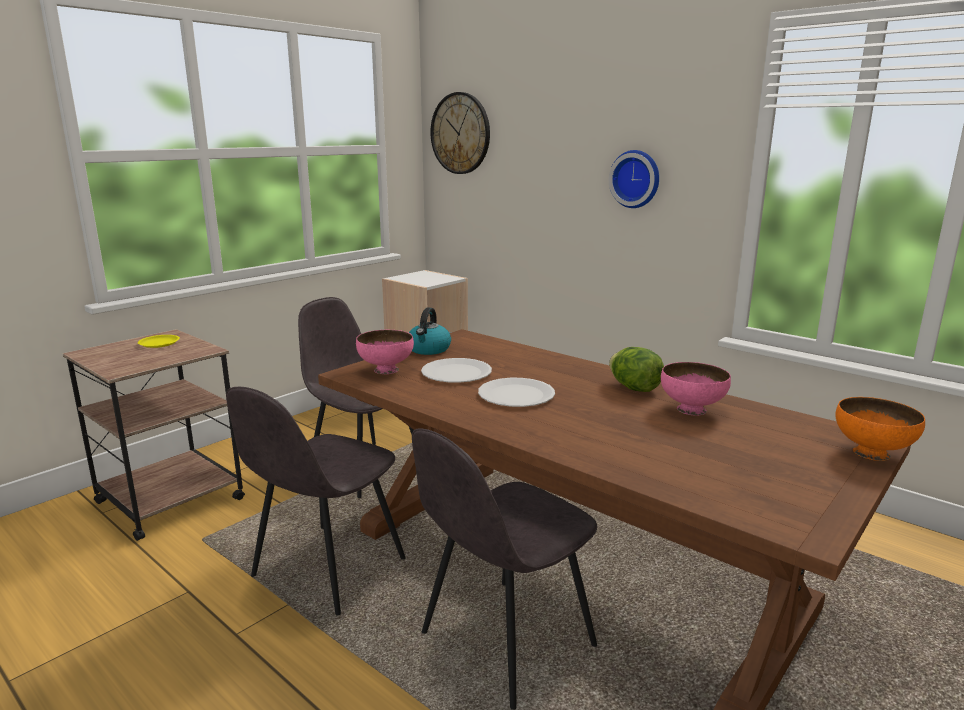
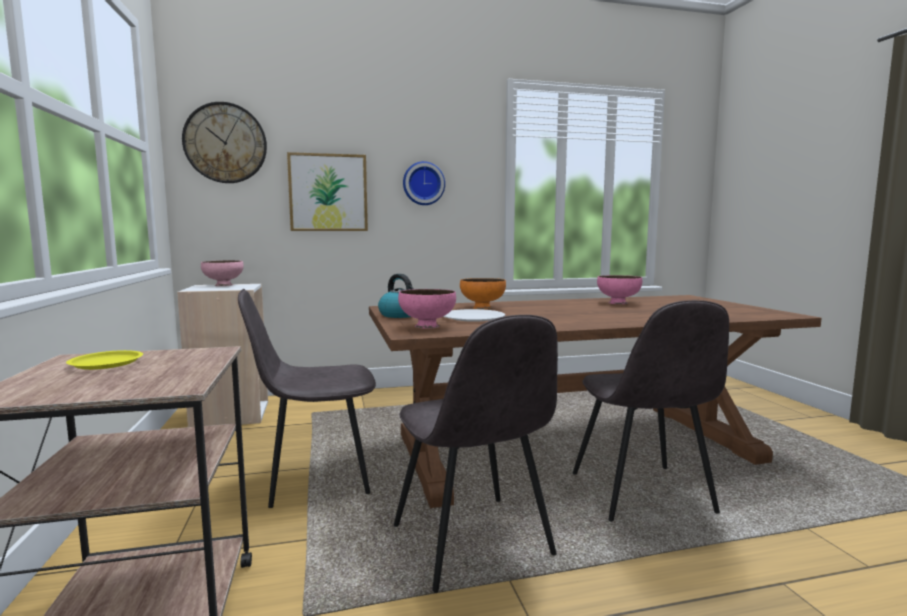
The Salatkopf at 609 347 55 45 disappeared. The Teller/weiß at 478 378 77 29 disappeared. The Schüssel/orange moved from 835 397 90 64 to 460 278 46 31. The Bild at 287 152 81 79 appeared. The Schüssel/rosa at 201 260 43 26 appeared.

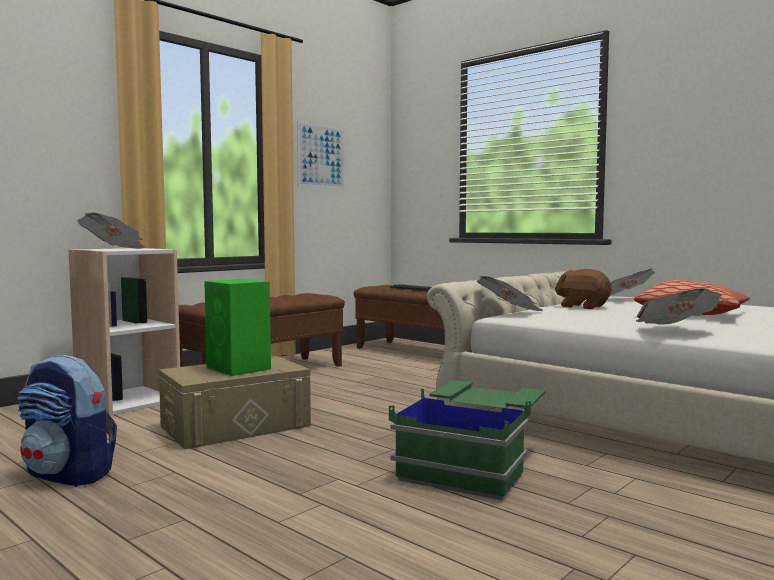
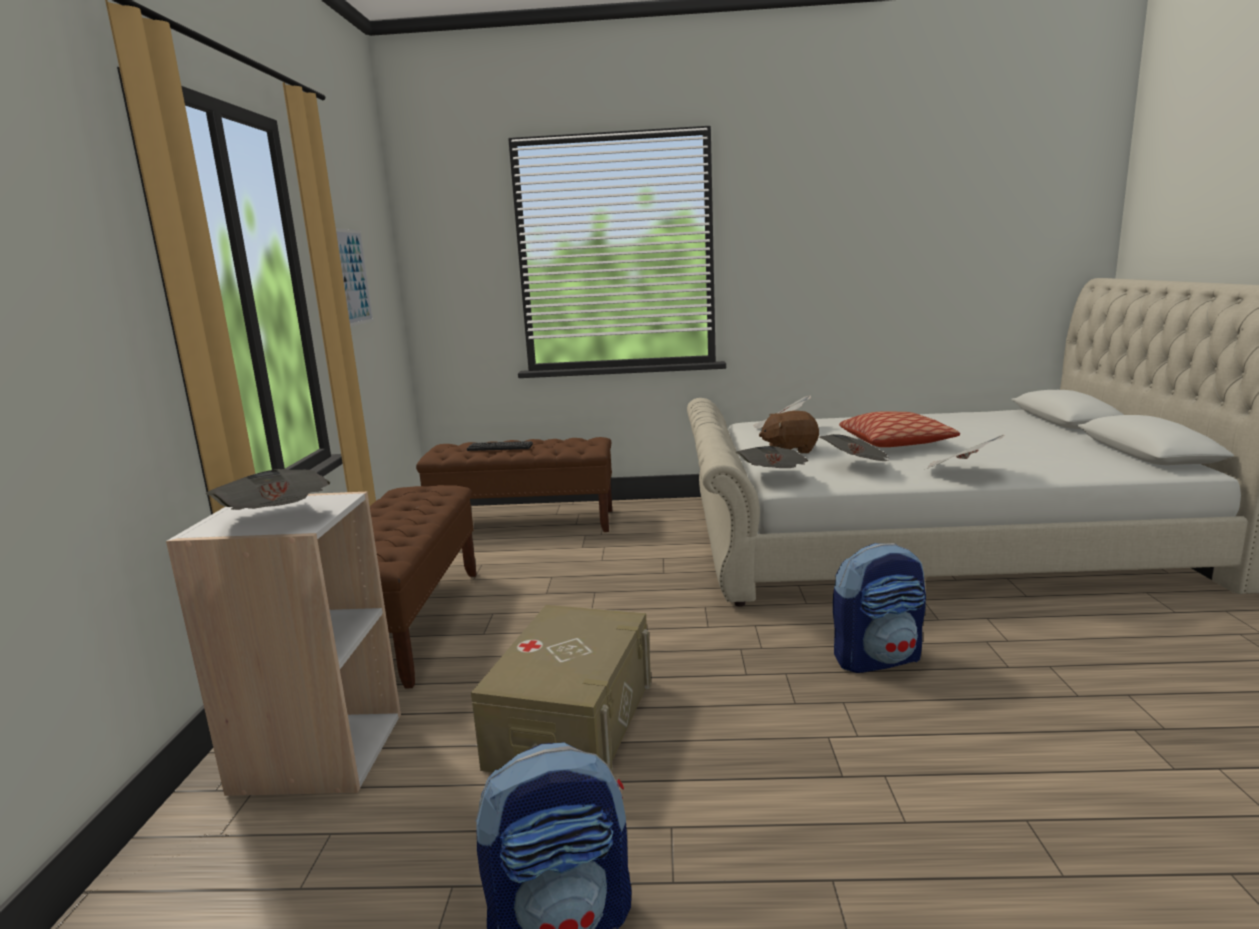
The Lautsprecher/grün at 204 279 67 97 disappeared. The Aufbewahrungsbox/grün at 389 380 156 120 was replaced by the Rucksack at 833 543 93 130. The Zeitung at 820 434 68 27 appeared.

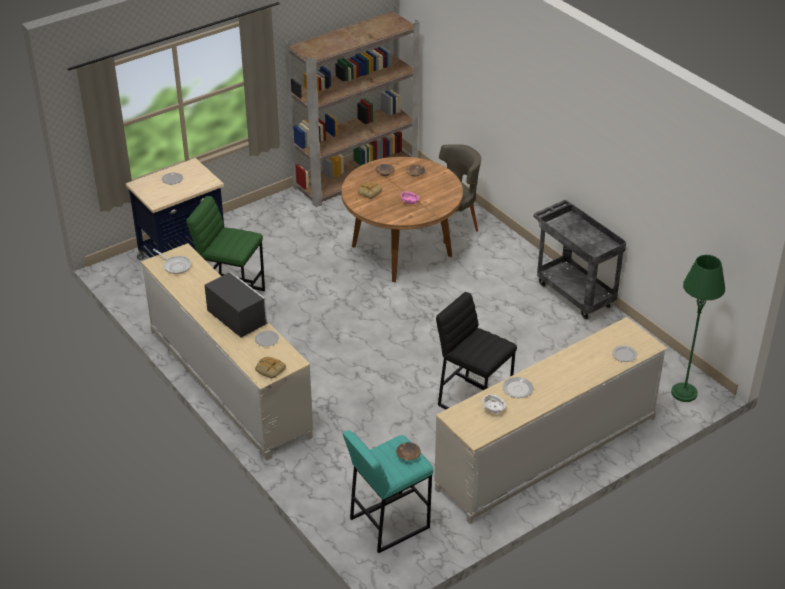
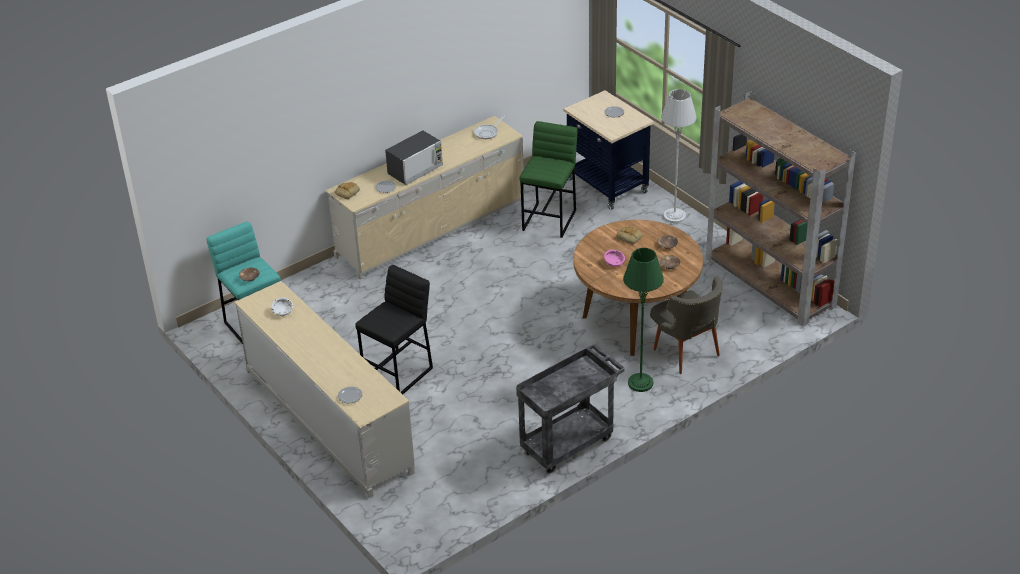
The Stehlampe/grün moved from 671 255 54 147 to 623 248 41 144. The Teller at 503 377 31 21 disappeared. The Stehlampe/grau at 661 89 36 134 appeared.

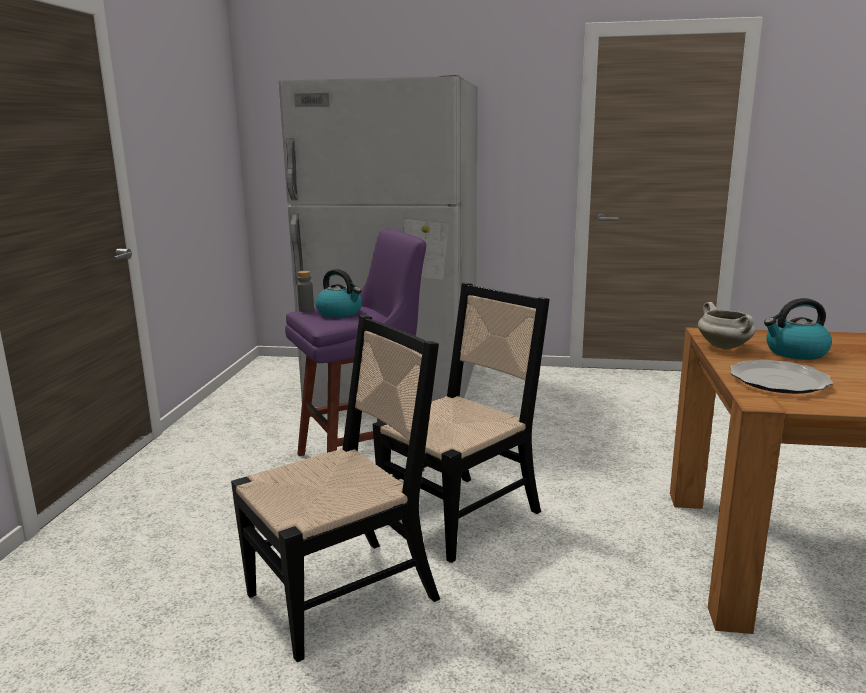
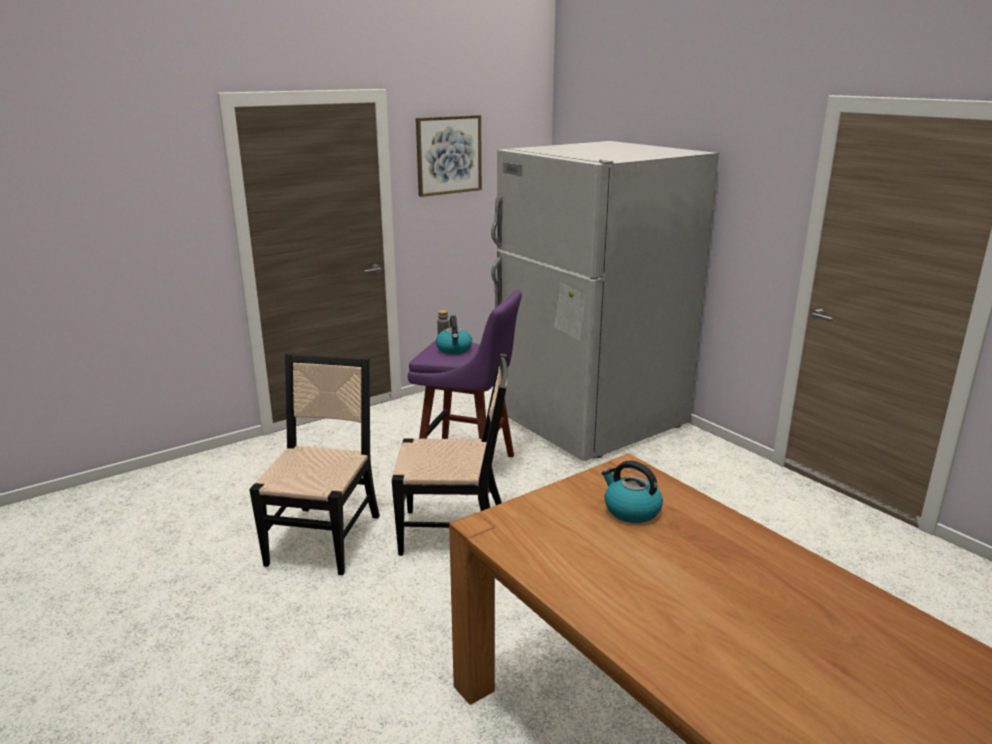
The Kochtopf/weiß at 698 302 57 47 disappeared. The Stuhl at 231 315 209 347 turned 90 degrees counterclockwise. The Teller at 730 359 103 35 disappeared. The Bild at 416 115 66 82 appeared.

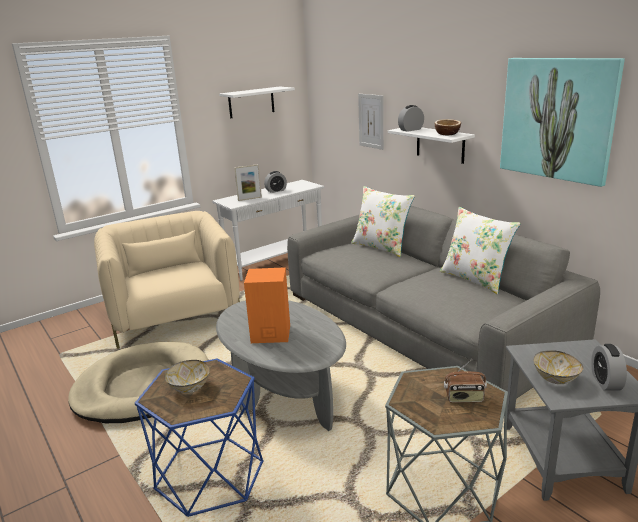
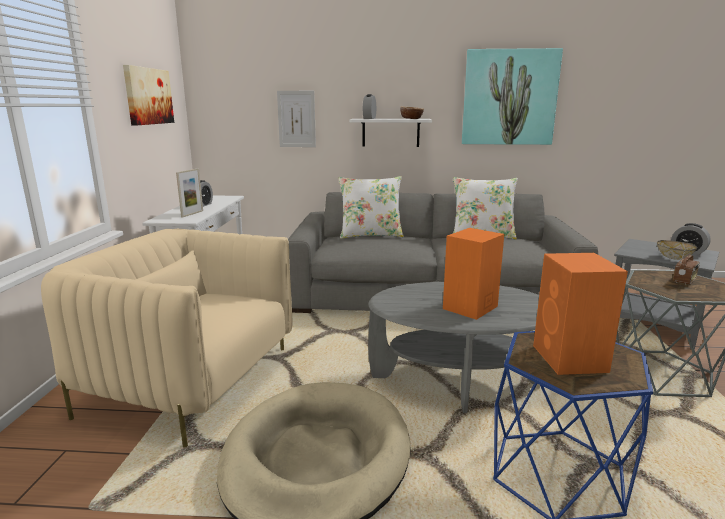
The Wandregal/weiß at 219 86 76 32 was replaced by the Bild at 123 65 51 61. The Schüssel at 164 360 46 33 was replaced by the Lautsprecher/orange at 533 253 95 122.

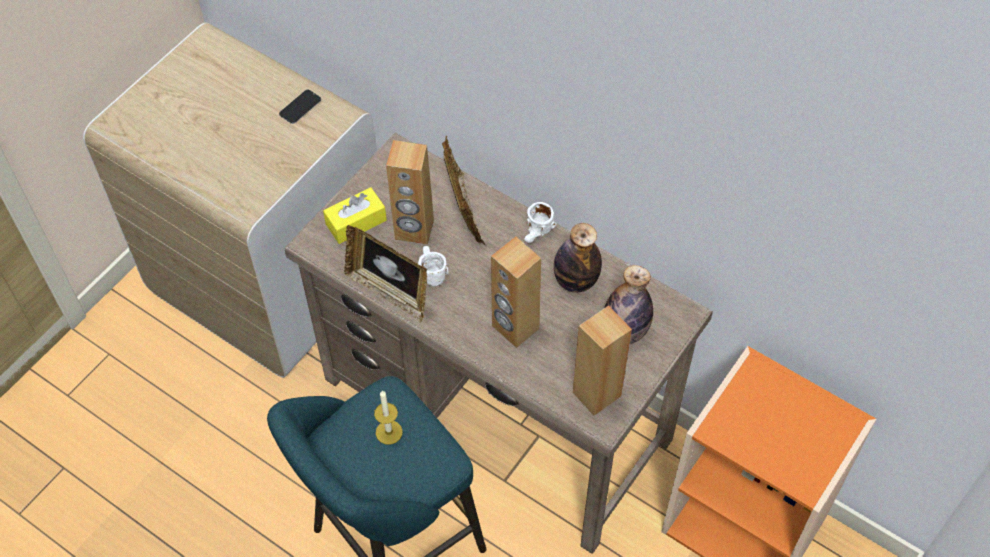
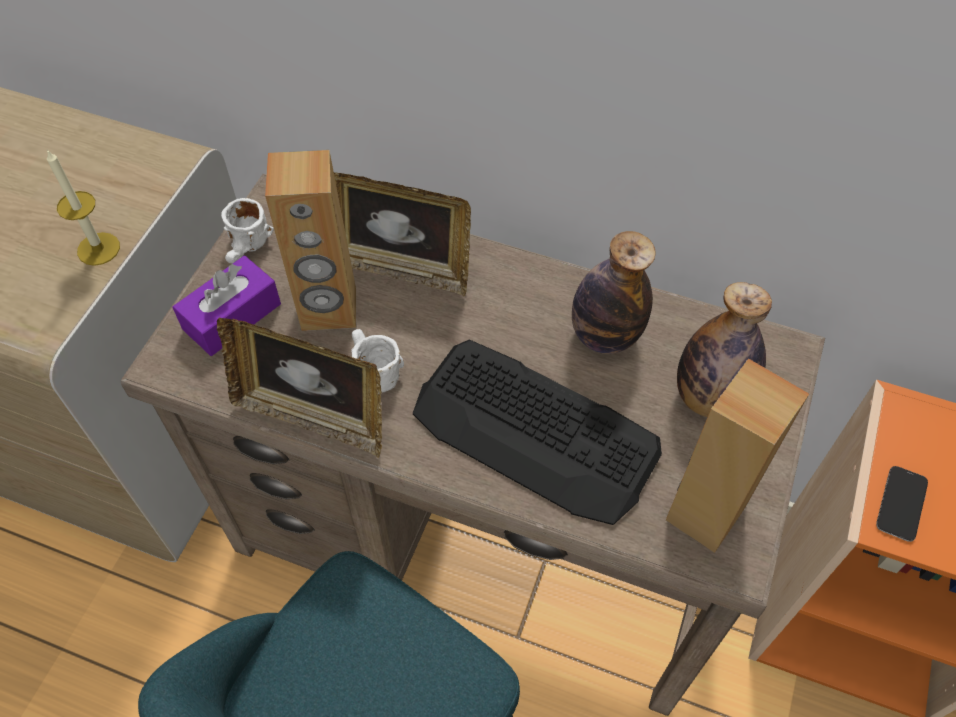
The Handy moved from 279 90 42 34 to 876 466 52 76. The Bilderrahmen at 442 136 43 109 turned 135 degrees clockwise. The Taschentuchbox/gelb at 323 187 64 57 became the Taschentuchbox/lila at 172 256 109 100. The Henkelbecher/weiß moved from 524 202 33 41 to 221 198 53 66. The Lautsprecher/braun at 491 237 50 111 was replaced by the Tastatur at 413 339 249 186. The Kerze moved from 374 390 29 55 to 47 149 73 117.

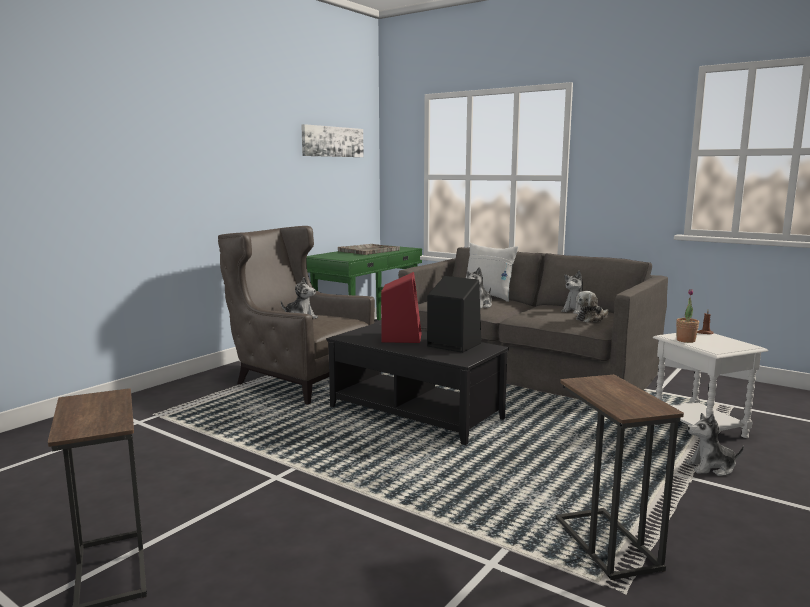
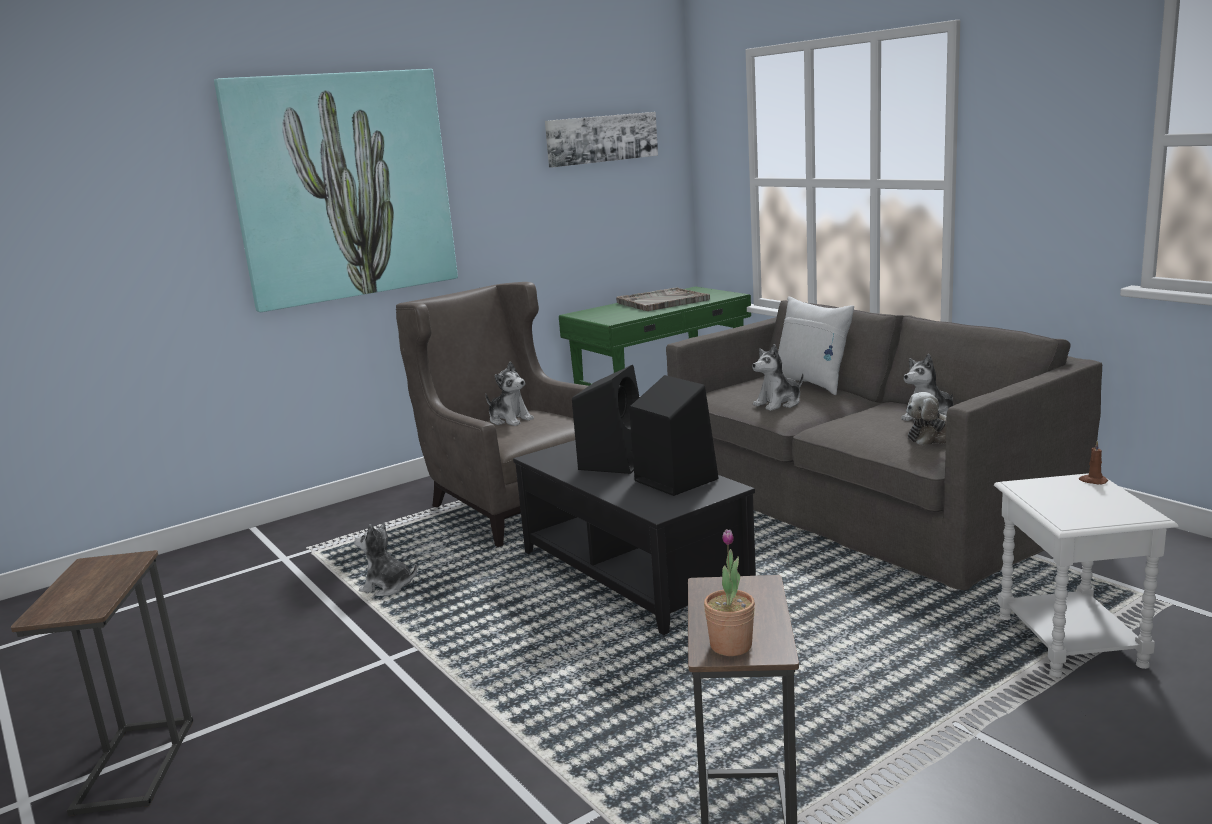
The Lautsprecher/rot at 381 272 41 71 became the Lautsprecher/schwarz at 572 364 68 110. The Topfpflanze moved from 676 289 23 54 to 704 529 51 127. The Plüschtier moved from 685 413 59 63 to 354 522 63 74. The Bild at 214 69 244 243 appeared.

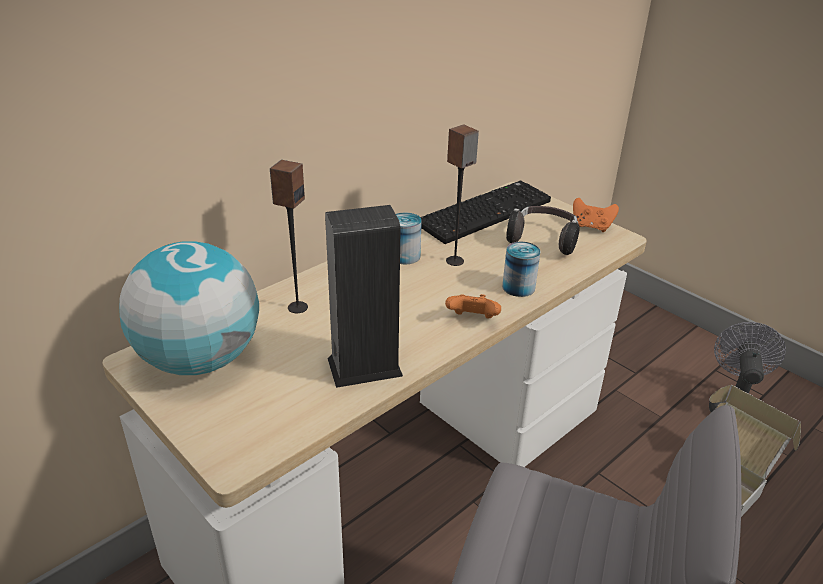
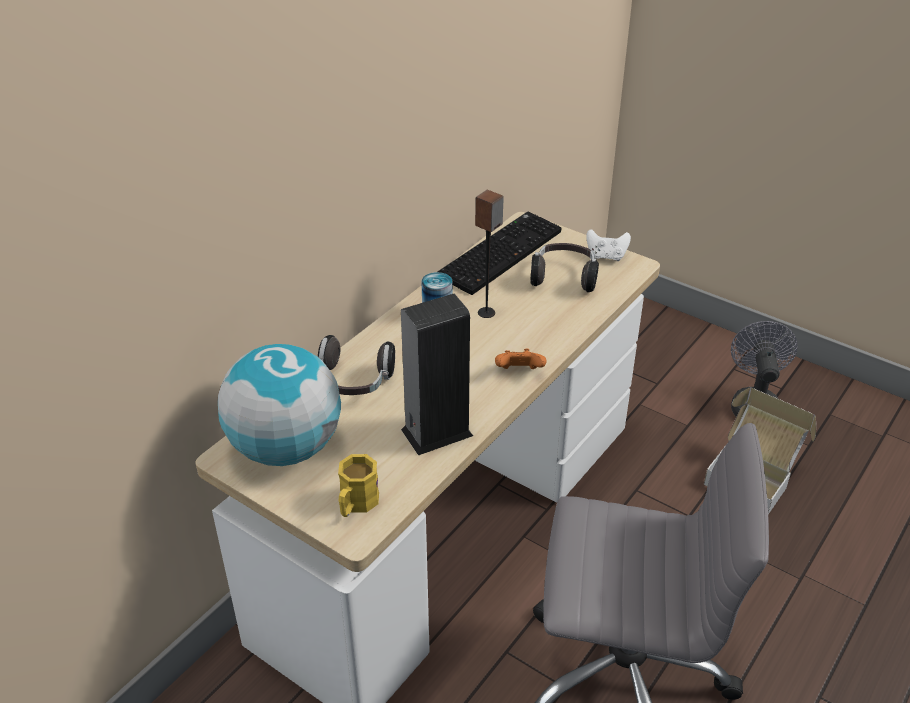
The Lautsprecher at 270 160 38 153 was replaced by the Kopfhörer at 318 335 77 60. The Gamepad/orange at 573 198 46 34 became the Gamepad/weiß at 586 229 45 32. The Dose at 502 242 39 55 disappeared. The Henkelbecher/gelb at 338 454 41 63 appeared.

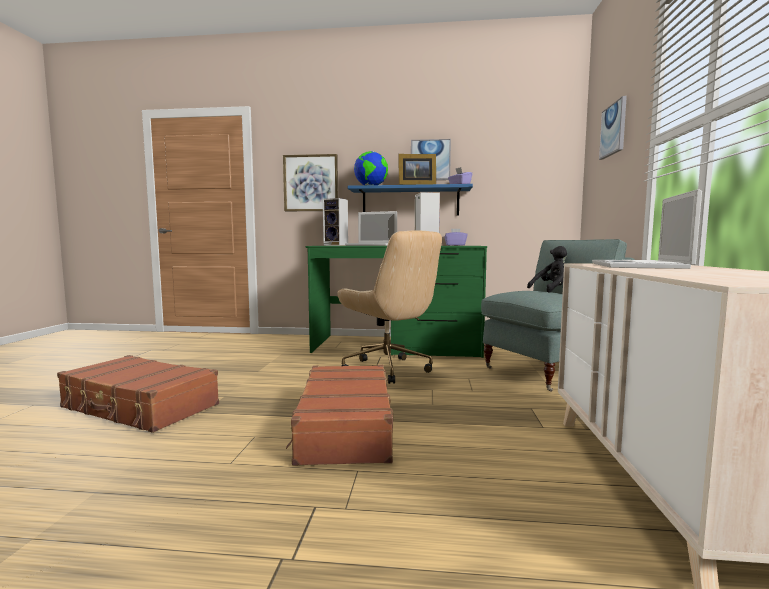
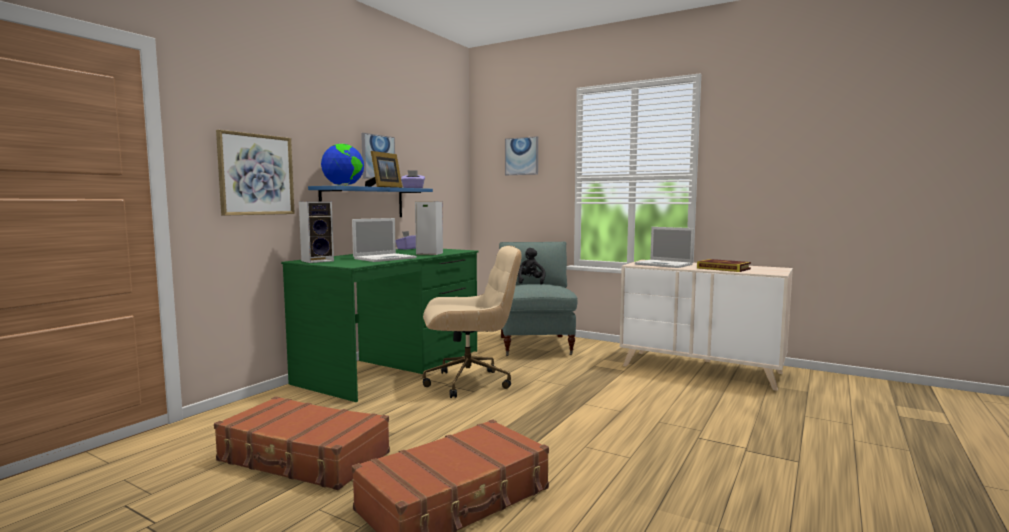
The Koffer/braun moved from 286 365 107 101 to 214 396 176 94. The Buch at 697 259 54 13 appeared.

